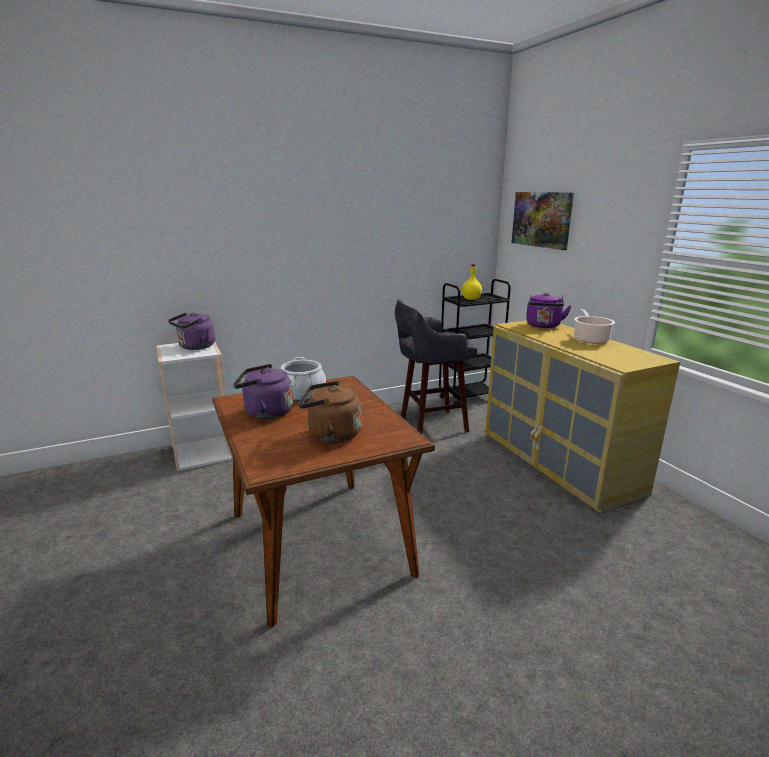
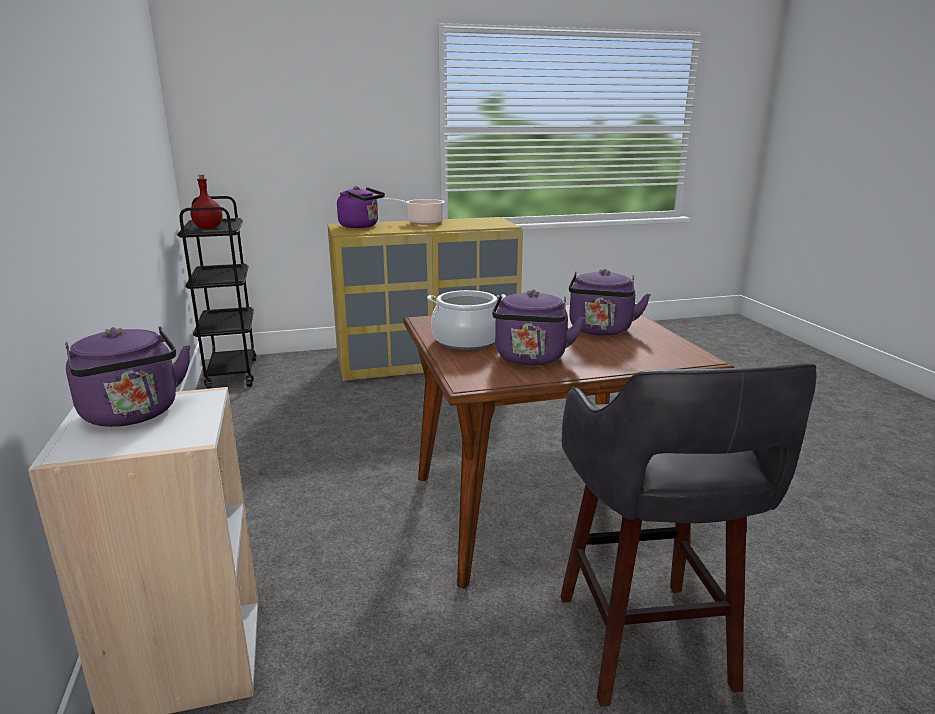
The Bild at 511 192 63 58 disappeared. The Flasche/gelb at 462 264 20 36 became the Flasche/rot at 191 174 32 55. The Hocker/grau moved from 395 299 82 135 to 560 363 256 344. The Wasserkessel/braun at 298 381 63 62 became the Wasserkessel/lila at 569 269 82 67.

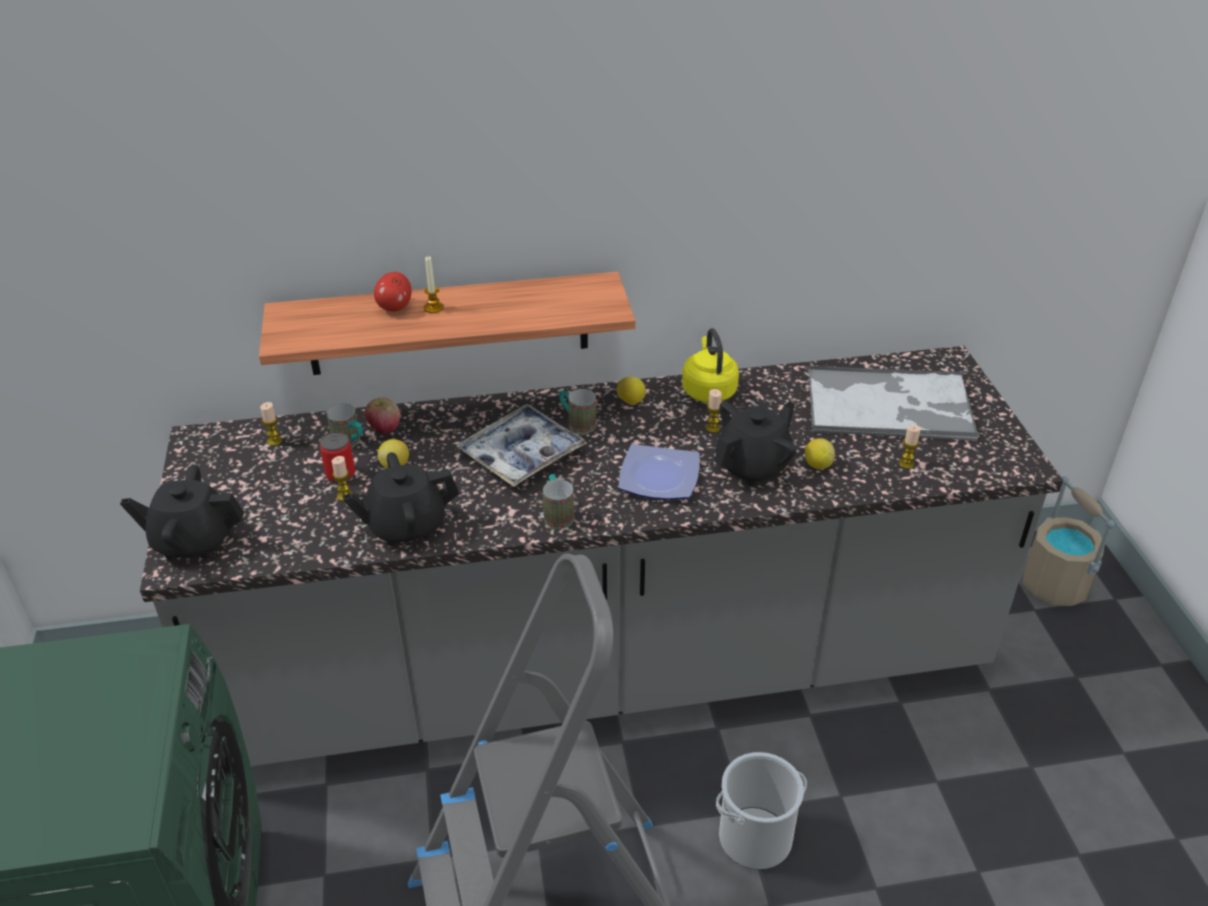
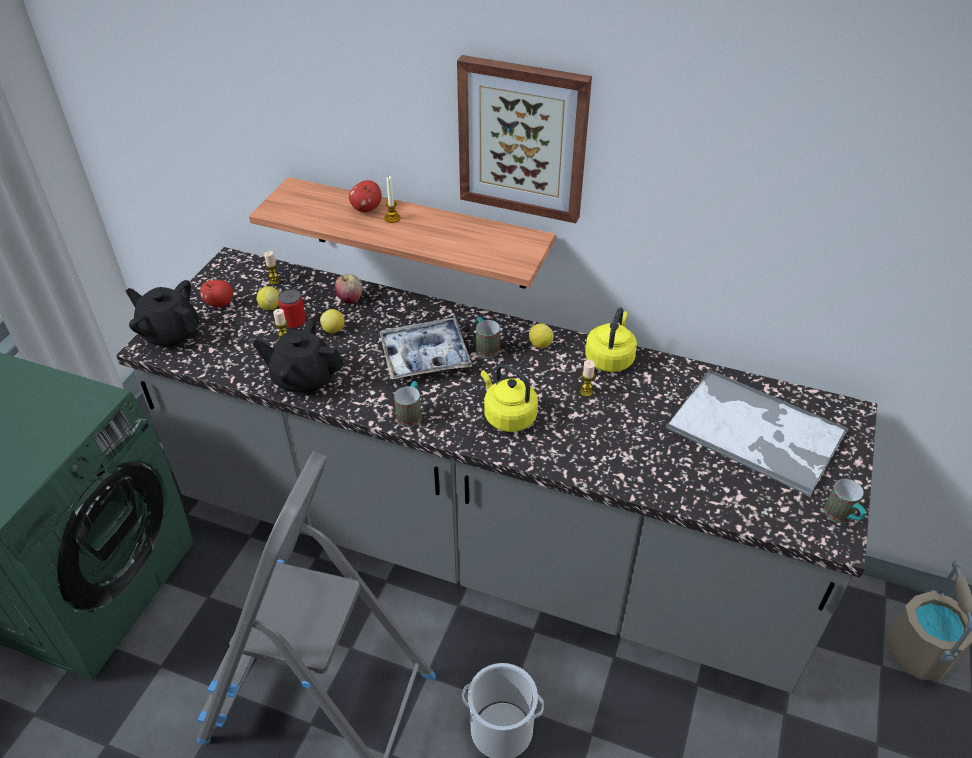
The Teekanne/schwarz at 714 401 83 85 disappeared. The Henkelbecher moved from 327 403 36 45 to 824 479 43 45. The Kerze at 899 425 22 44 disappeared. The Zitrone moved from 805 438 30 32 to 257 286 23 24. The Teller at 618 444 81 56 was replaced by the Wasserkessel/gelb at 481 364 57 68. The Bild at 457 55 135 168 appeared. The Apfel at 200 280 33 27 appeared.

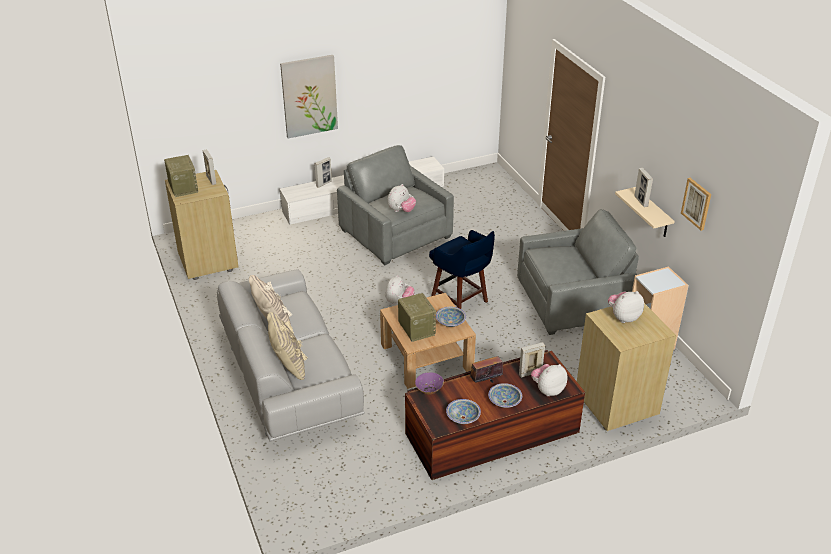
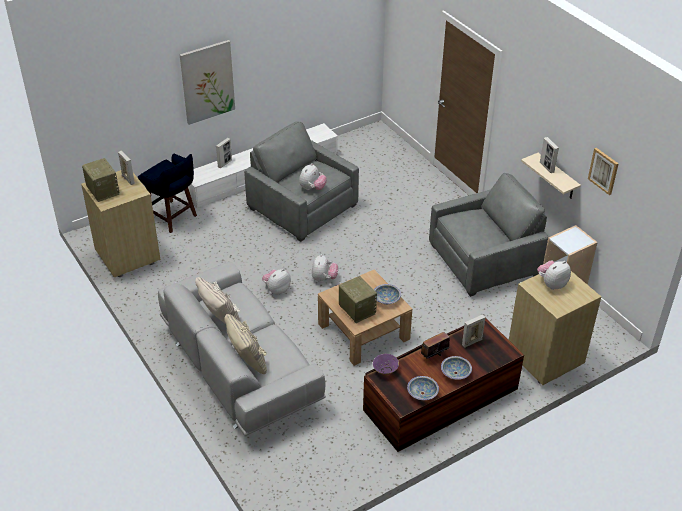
The Hocker/blau moved from 429 230 66 79 to 137 154 60 79. The Plüschtier moved from 531 364 36 32 to 262 269 29 26.

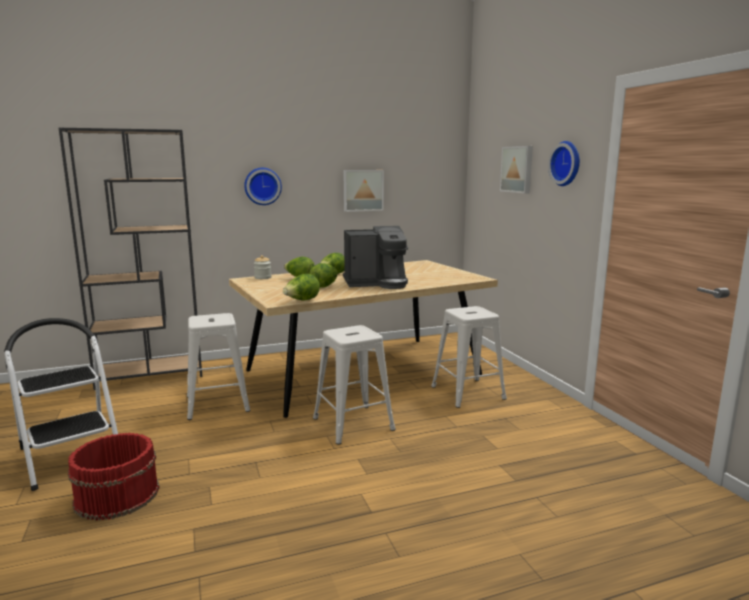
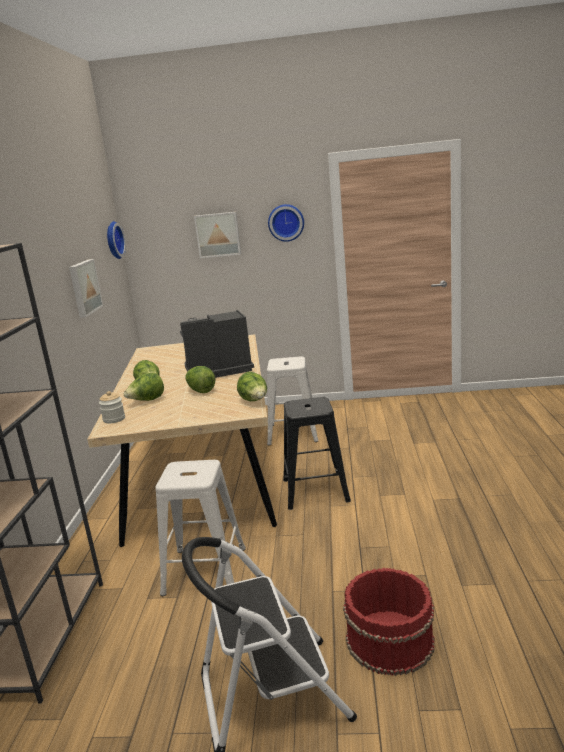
The Wanduhr moved from 244 168 38 37 to 107 221 19 38. The Kaffeemaschine at 343 226 65 63 turned 120 degrees counterclockwise. The Hocker/weiß at 313 325 83 120 became the Hocker/schwarz at 283 397 68 113.

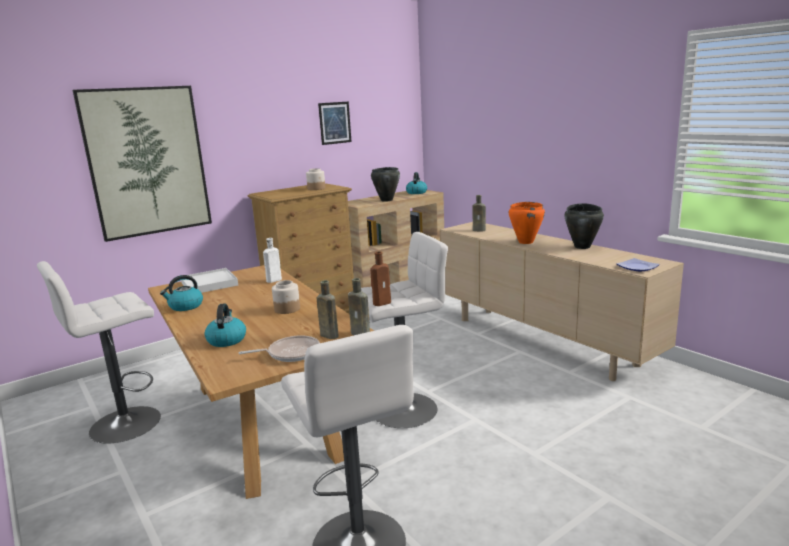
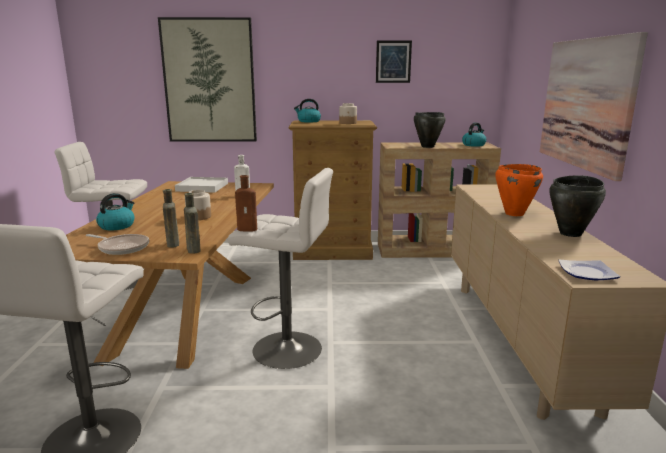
The Flasche/braun at 472 195 14 37 disappeared. The Wasserkessel moved from 160 275 43 36 to 294 99 27 24. The Bild at 540 32 108 149 appeared.

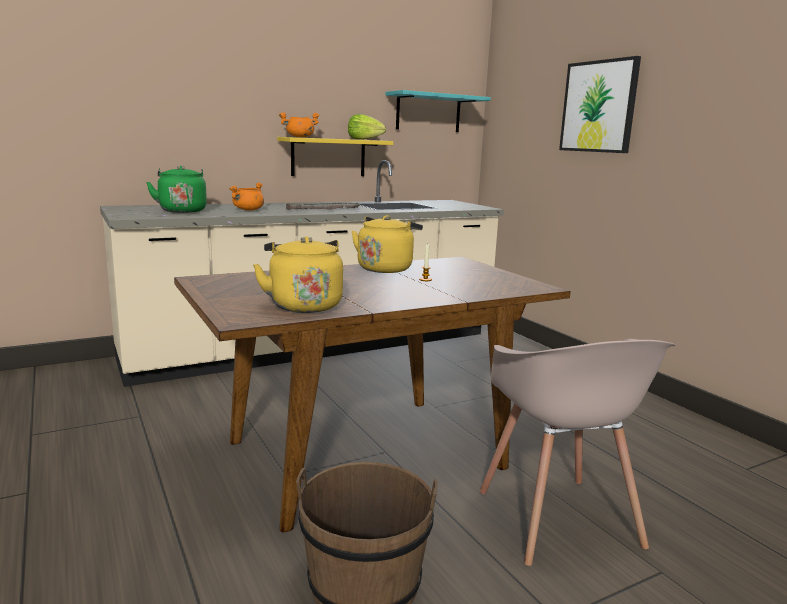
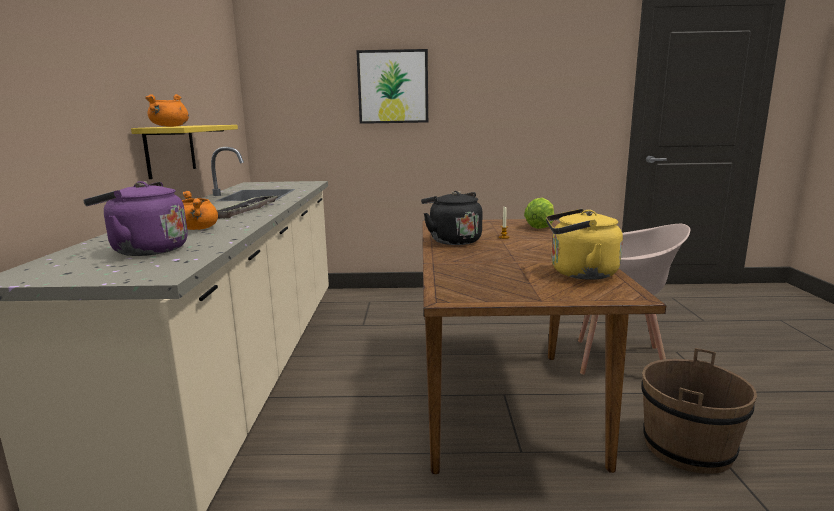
The Wandregal/türkis at 385 90 106 42 disappeared. The Salatkopf moved from 348 114 38 26 to 524 198 30 31. The Wasserkessel/grün at 146 166 61 47 became the Wasserkessel/lila at 83 181 105 75. The Wasserkessel/gelb at 352 215 71 58 became the Wasserkessel/schwarz at 421 191 61 54.

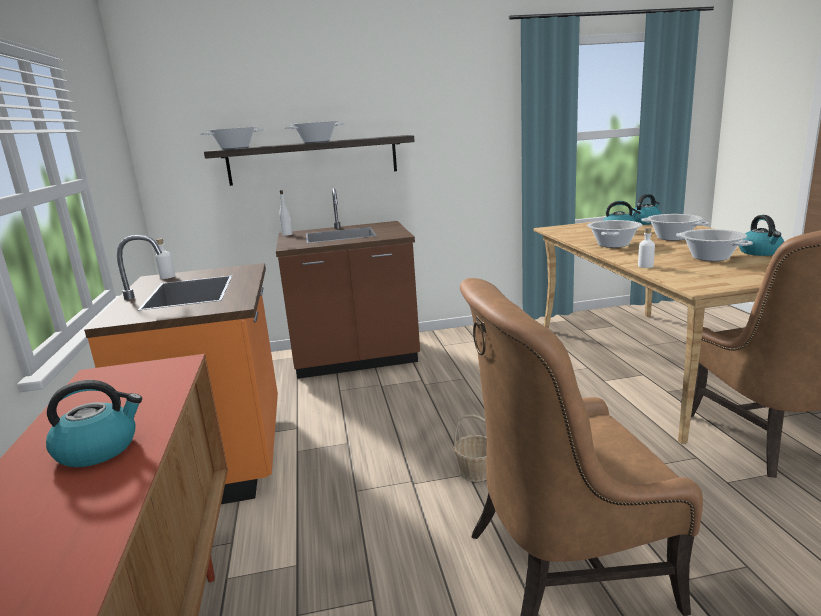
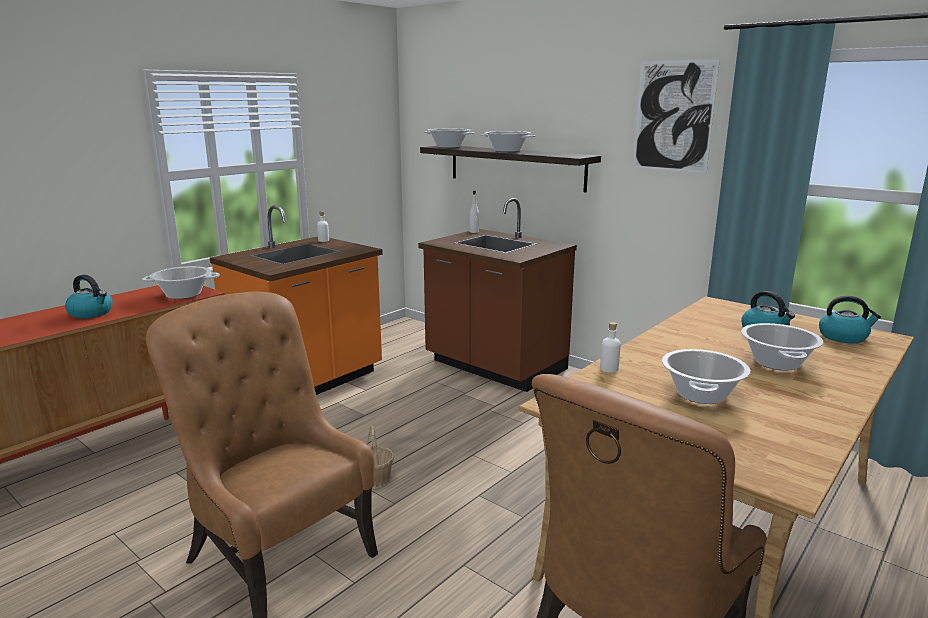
The Wasserkessel at 739 215 45 41 disappeared. The Kochtopf moved from 587 220 55 28 to 142 266 78 33. The Bild at 633 59 87 114 appeared.

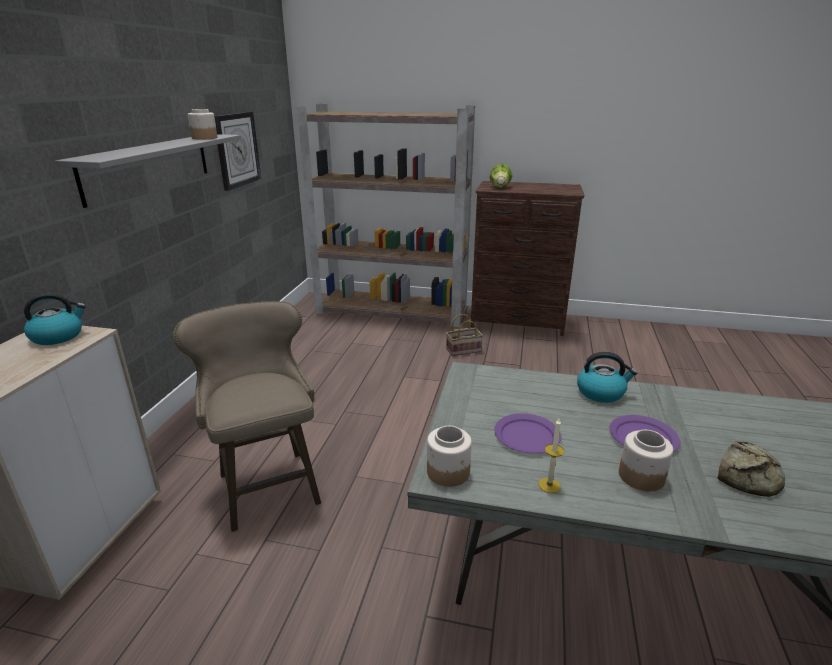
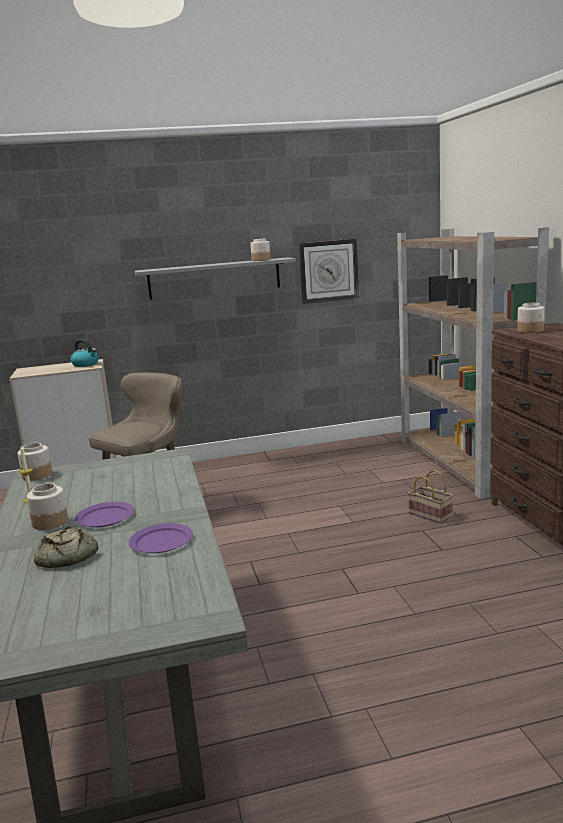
The Salatkopf at 490 164 22 24 was replaced by the Vorratsglas at 517 303 27 30. The Wasserkessel at 577 352 60 51 disappeared. The Teller/lila moved from 494 413 67 41 to 129 523 64 30.

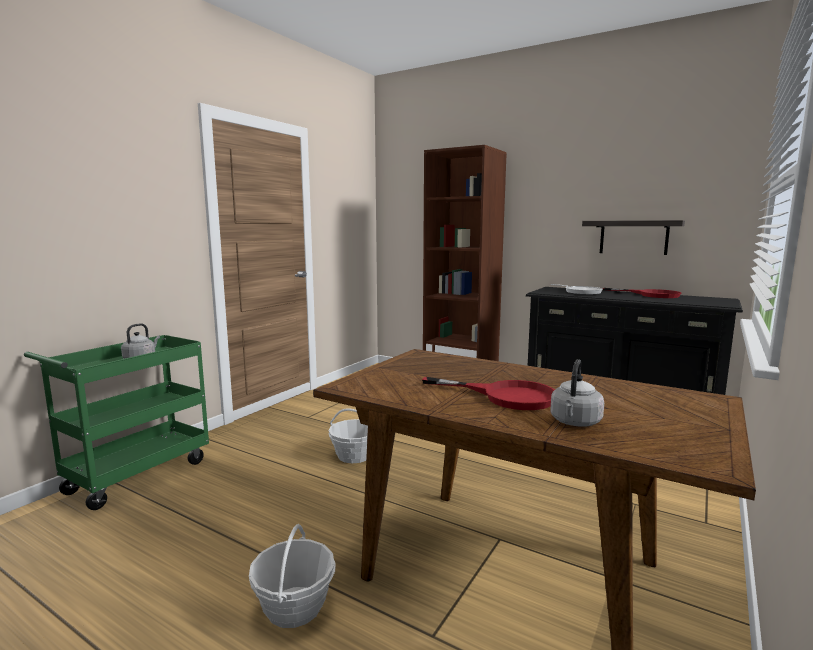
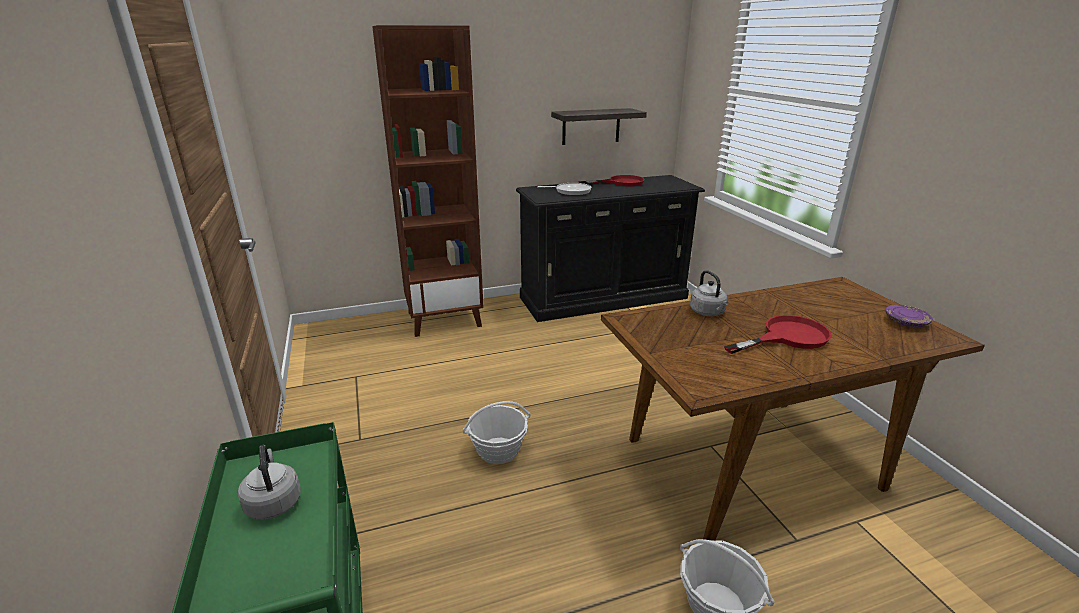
The Wasserkessel/grau moved from 550 359 54 68 to 690 270 38 46. The Teller/lila at 886 305 47 22 appeared.

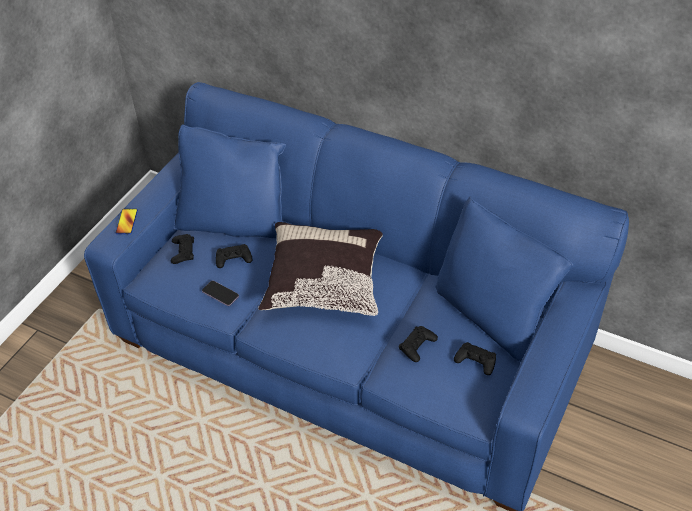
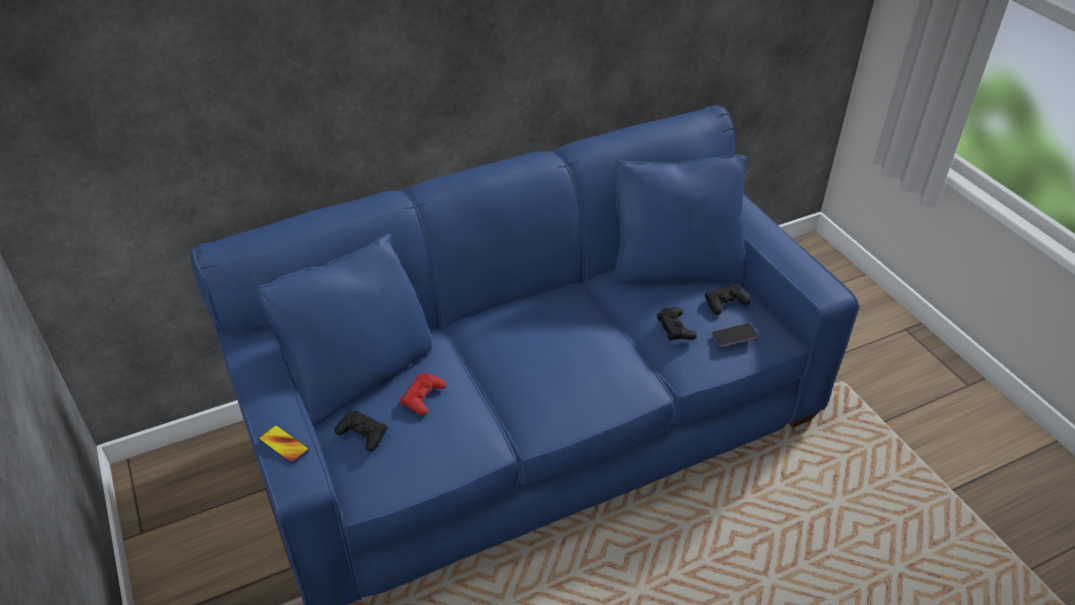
The Kissen at 258 222 125 94 disappeared. The Gamepad/schwarz at 216 244 37 24 became the Gamepad/rot at 400 373 46 42. The Handy moved from 202 281 37 25 to 711 323 48 24.

